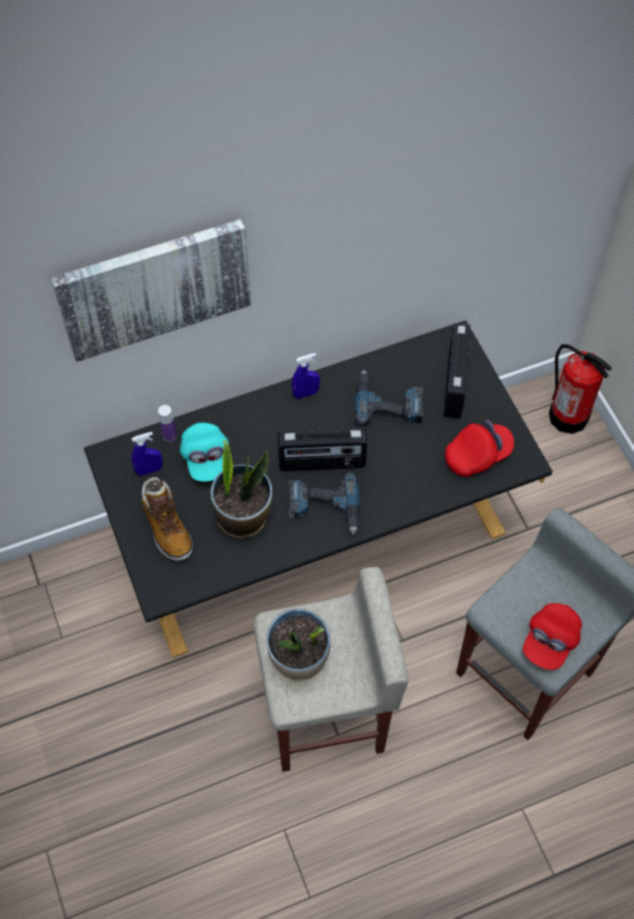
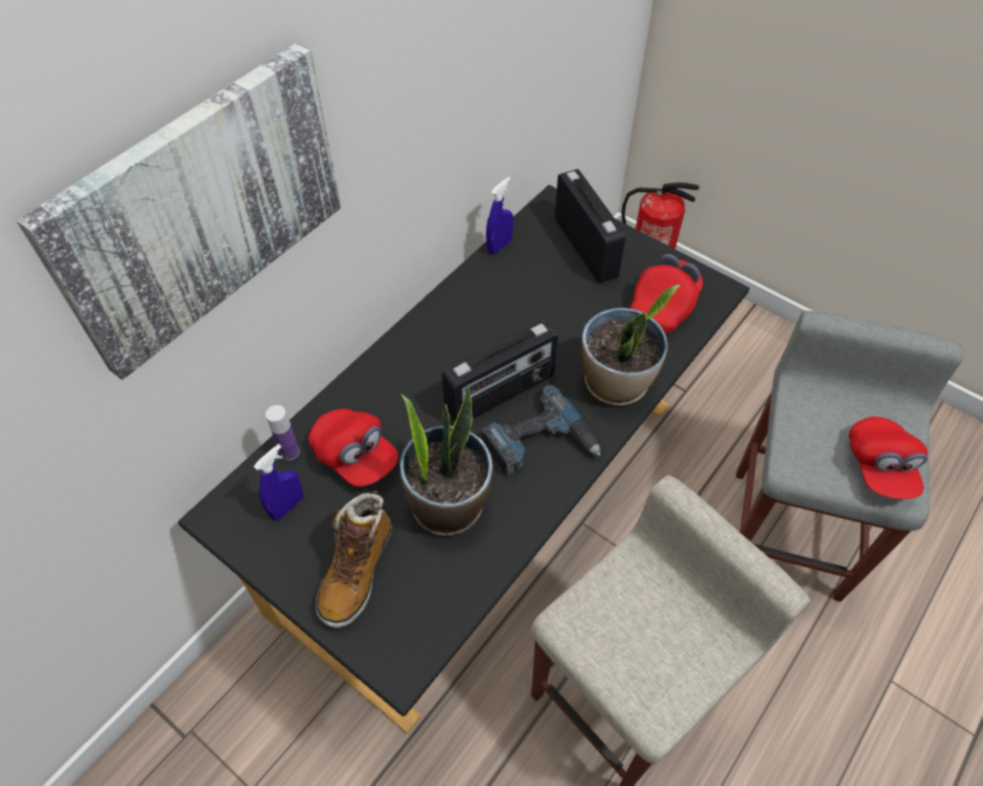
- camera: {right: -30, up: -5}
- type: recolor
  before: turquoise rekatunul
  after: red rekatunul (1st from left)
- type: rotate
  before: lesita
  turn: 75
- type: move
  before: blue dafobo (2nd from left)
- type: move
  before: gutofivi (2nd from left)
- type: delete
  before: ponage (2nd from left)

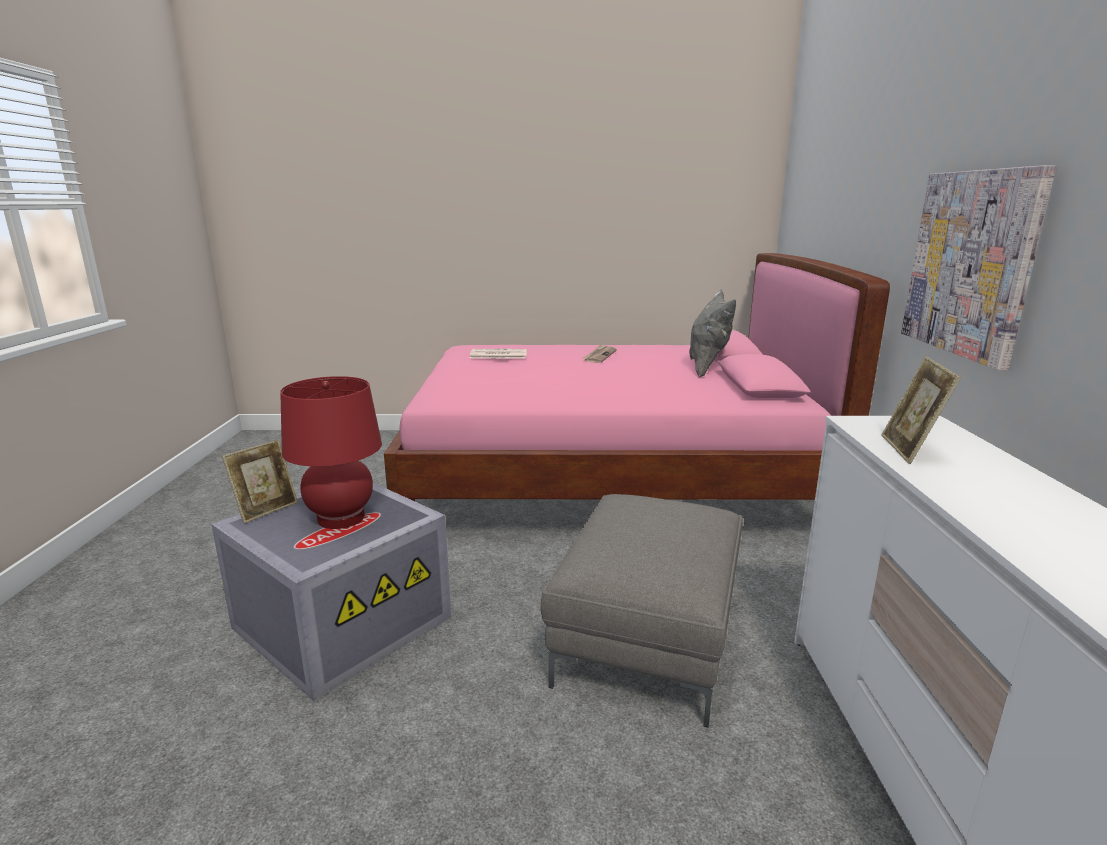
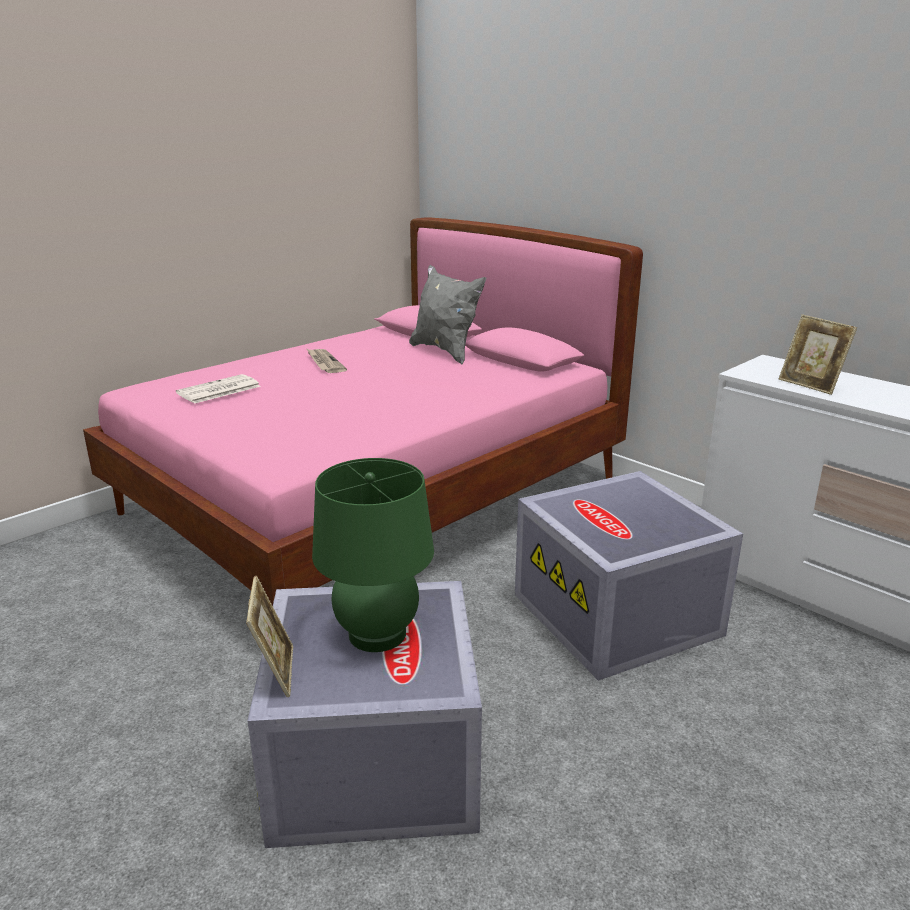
- camera: {right: -45, up: 5}
- type: recolor
  before: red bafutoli
  after: green bafutoli
- type: replace
  before: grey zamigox
  after: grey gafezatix (2nd from left)
- type: delete
  before: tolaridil

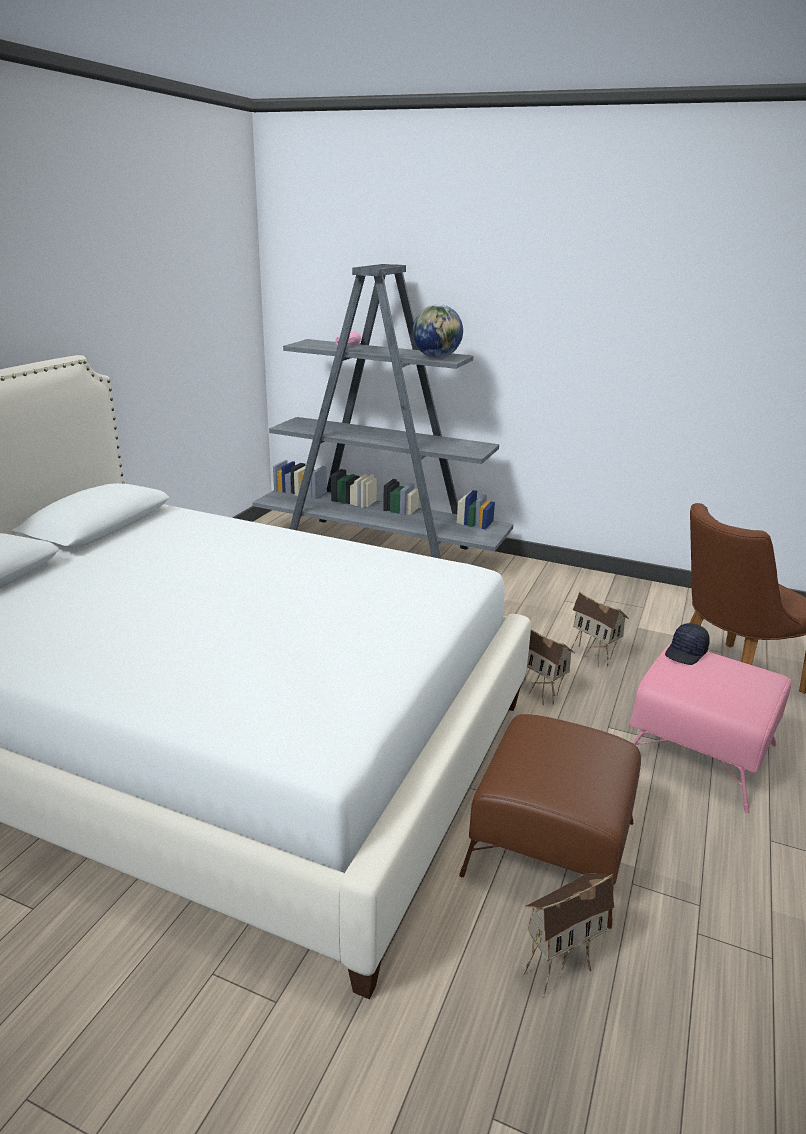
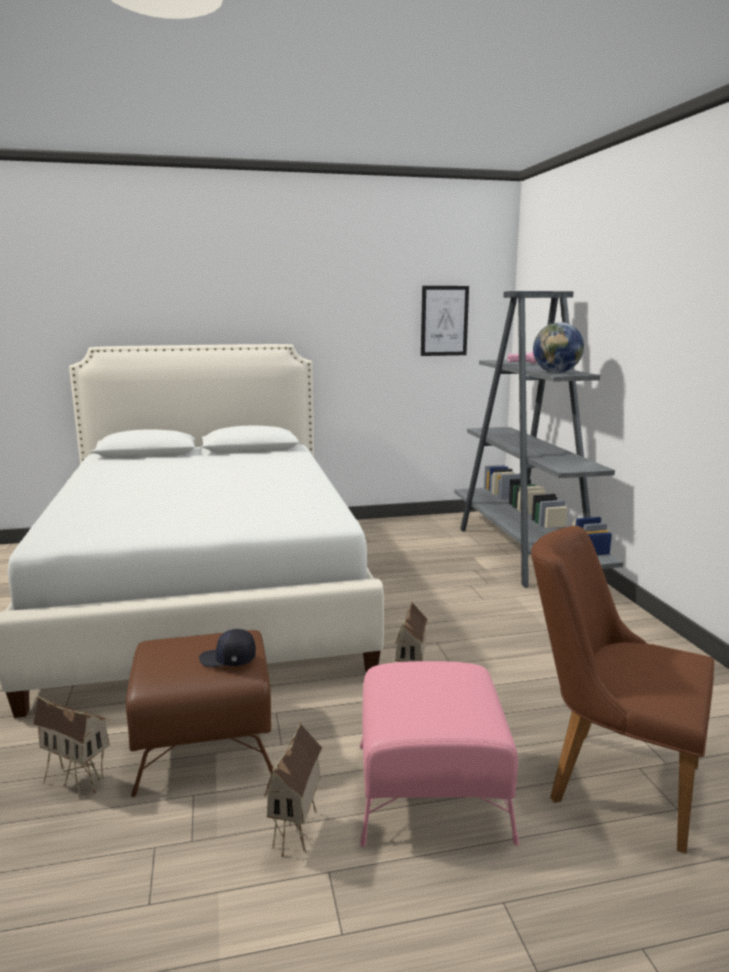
- camera: {right: 55, up: -10}
- type: move
  before: black rekatunul
- type: move
  before: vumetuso (3rd from left in the first image)
  after: vumetuso (2nd from left)
- type: insert
  after: tolaridil

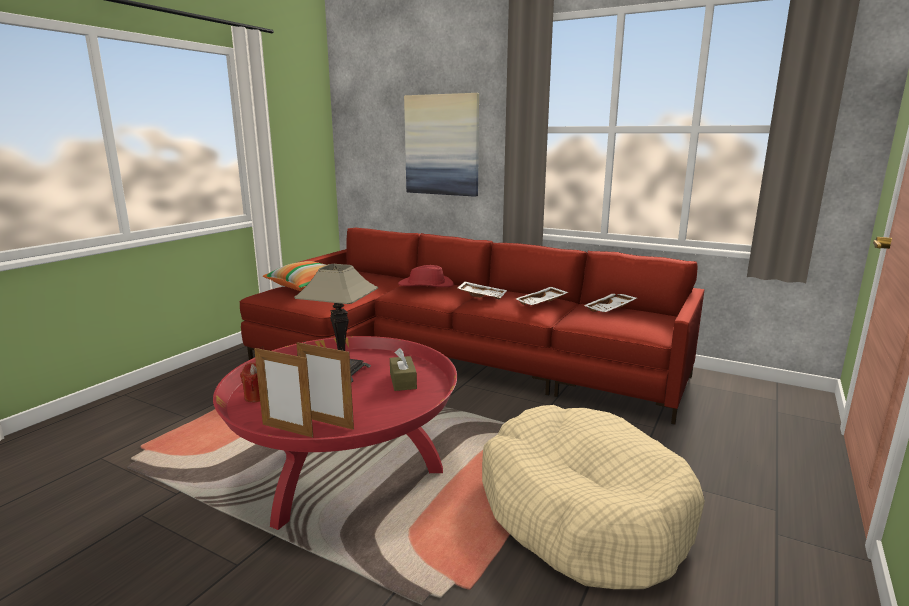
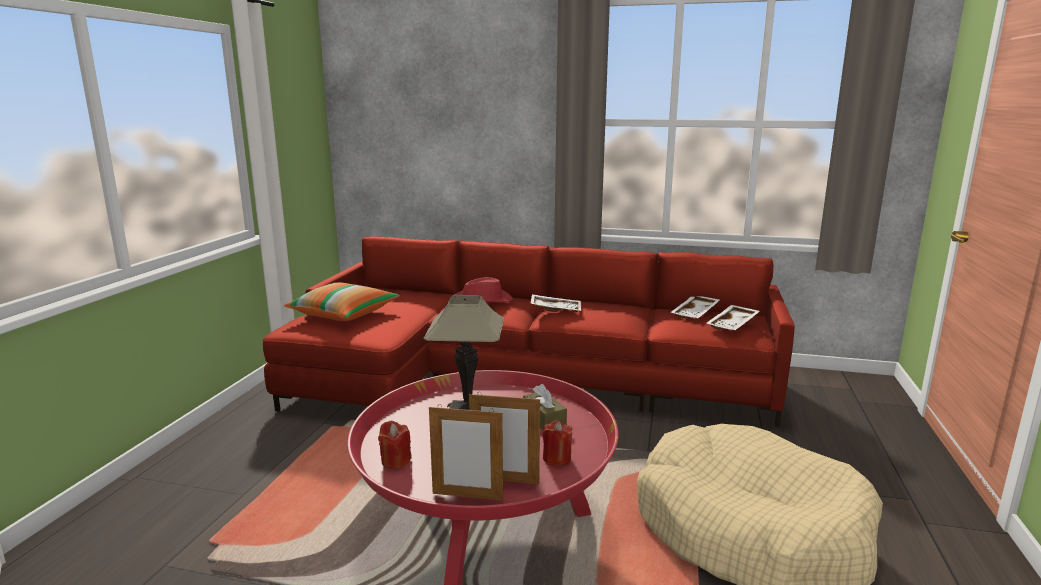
- camera: {right: -15, up: 0}
- type: insert
  after: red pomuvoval (2nd from left)
- type: move
  before: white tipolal (2nd from left in the first image)
  after: white tipolal (3rd from left)
- type: delete
  before: tolaridil

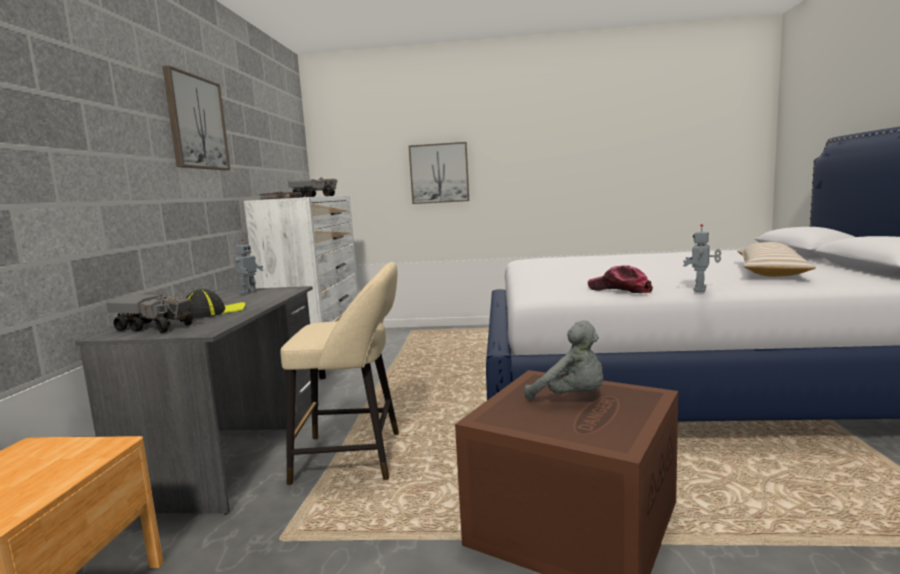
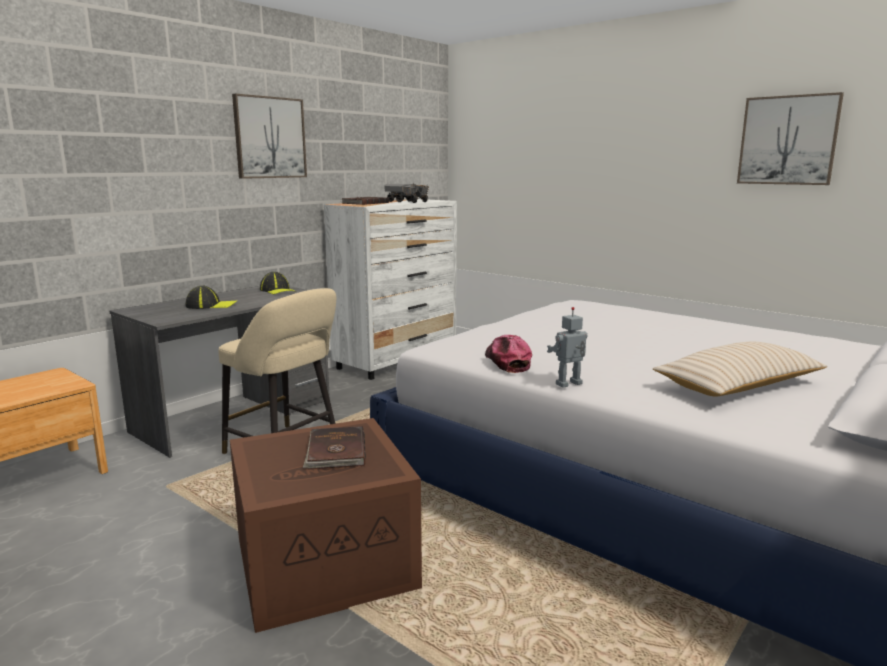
- camera: {right: 35, up: 5}
- type: replace
  before: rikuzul (1st from left)
  after: rekatunul (2nd from left)
- type: replace
  before: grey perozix
  after: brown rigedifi (1st from left)
- type: move
  before: tolaridil (2nd from left)
- type: delete
  before: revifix (1st from left)

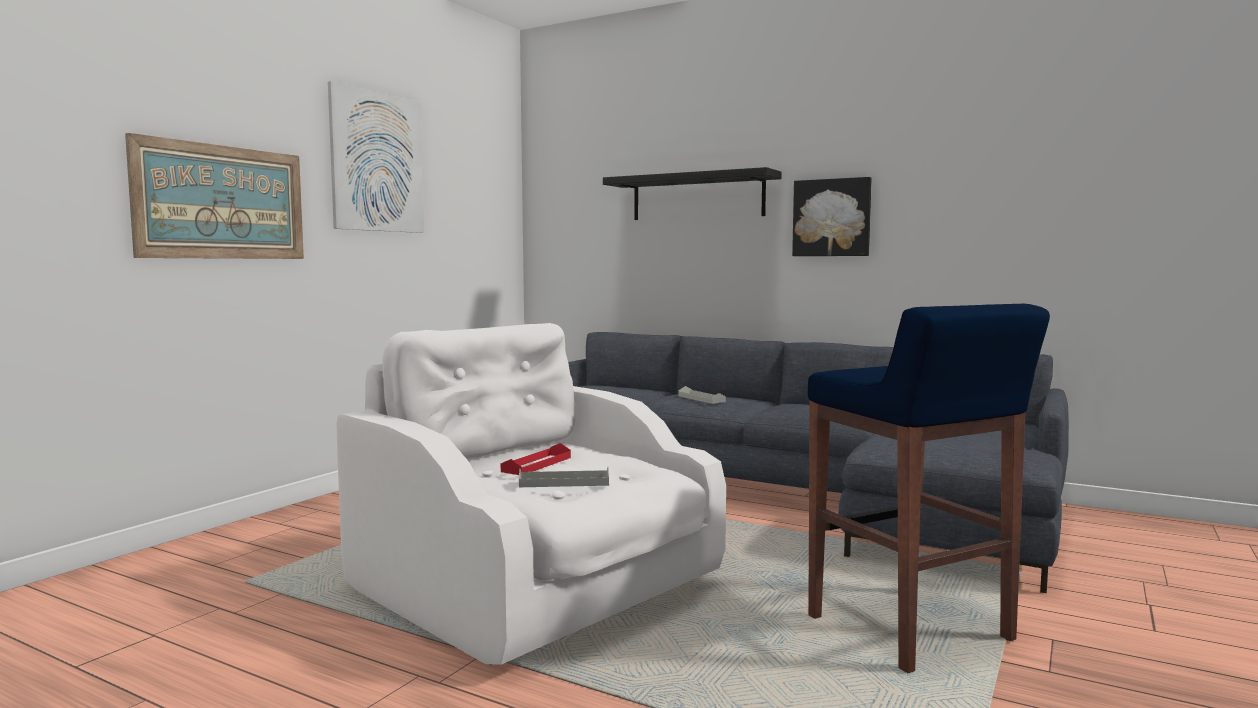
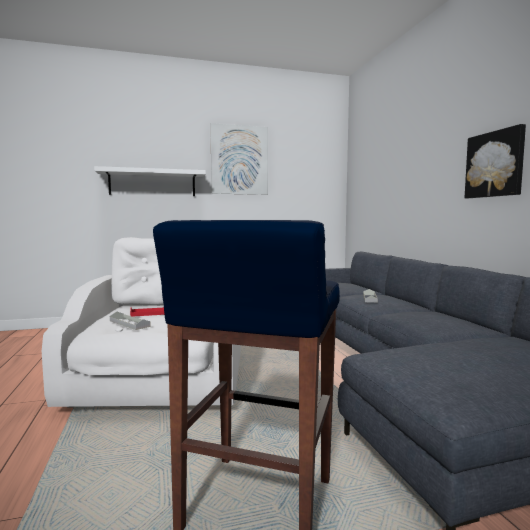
- camera: {right: 45, up: 0}
- type: replace
  before: tolaridil (1st from left)
  after: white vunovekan
- type: delete
  before: black vunovekan

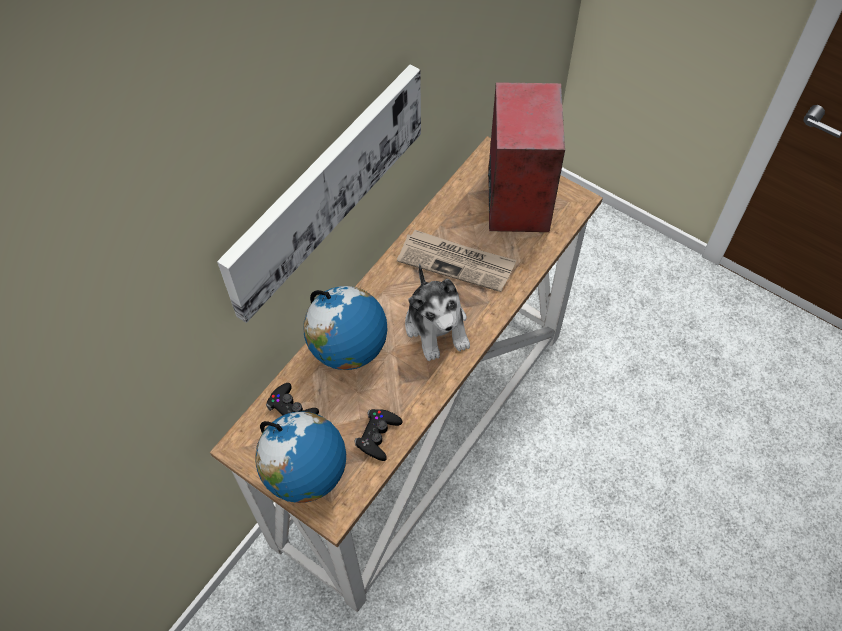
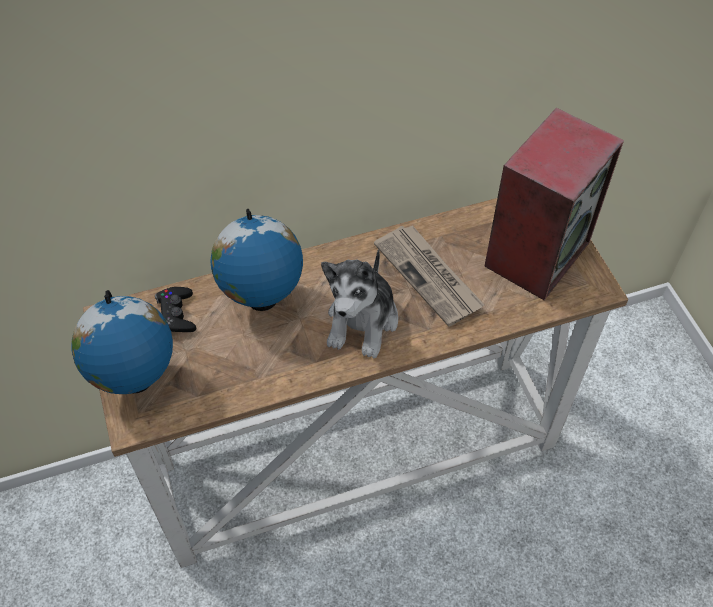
- camera: {right: 35, up: -5}
- type: delete
  before: tolaridil
- type: delete
  before: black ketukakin (2nd from left)

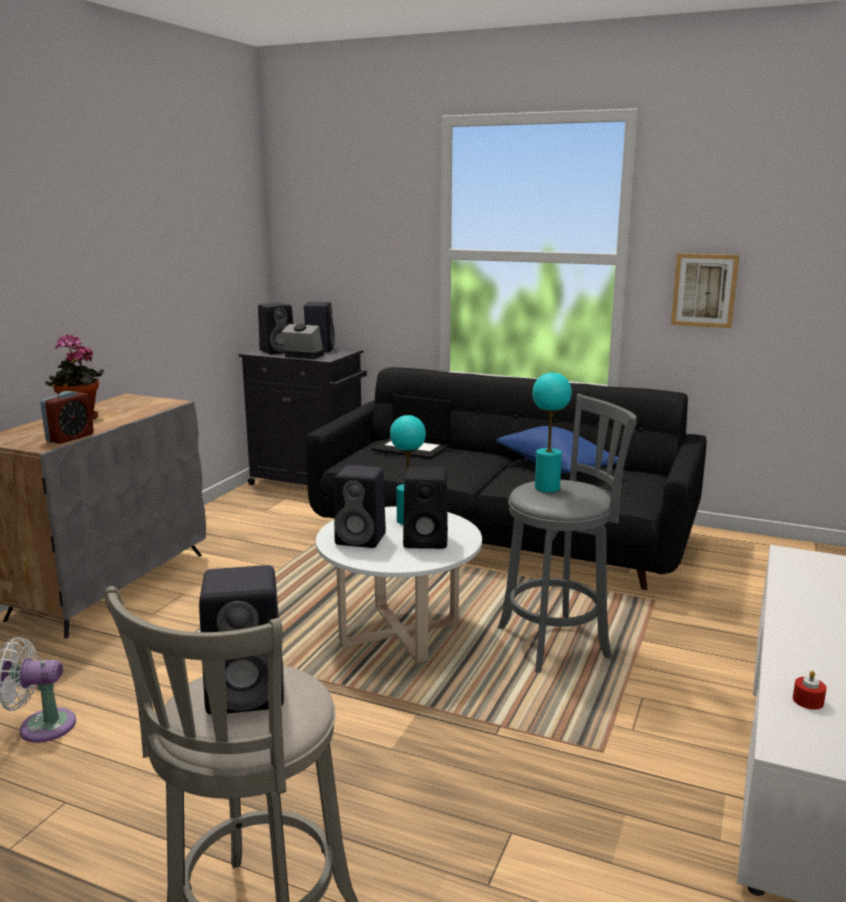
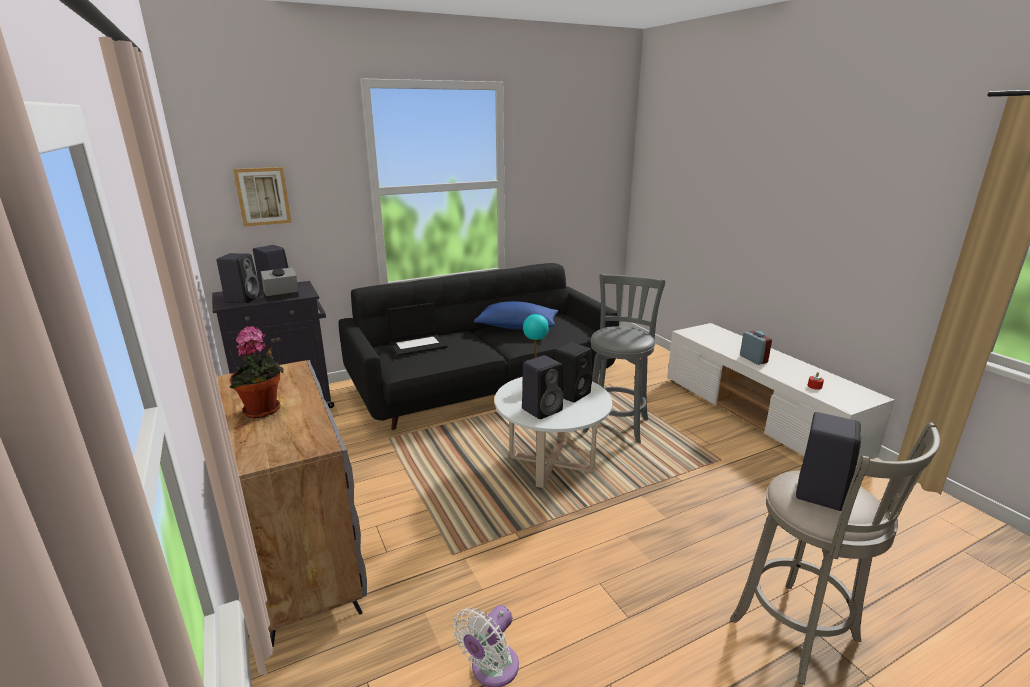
- camera: {right: -50, up: 5}
- type: move
  before: tolaridil
- type: move
  before: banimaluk (1st from left in the first image)
  after: banimaluk (2nd from left)
- type: delete
  before: turquoise bafutoli (2nd from left)

